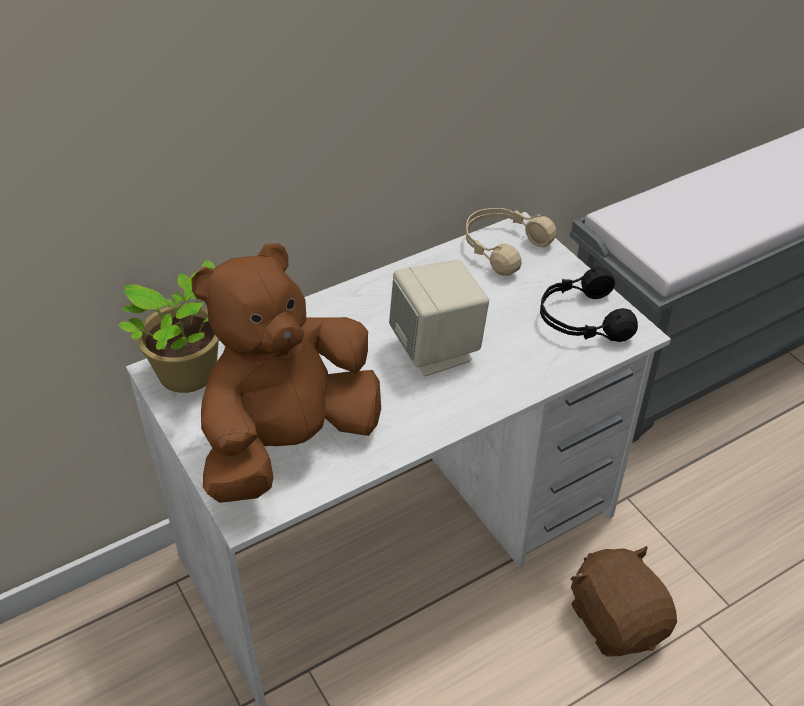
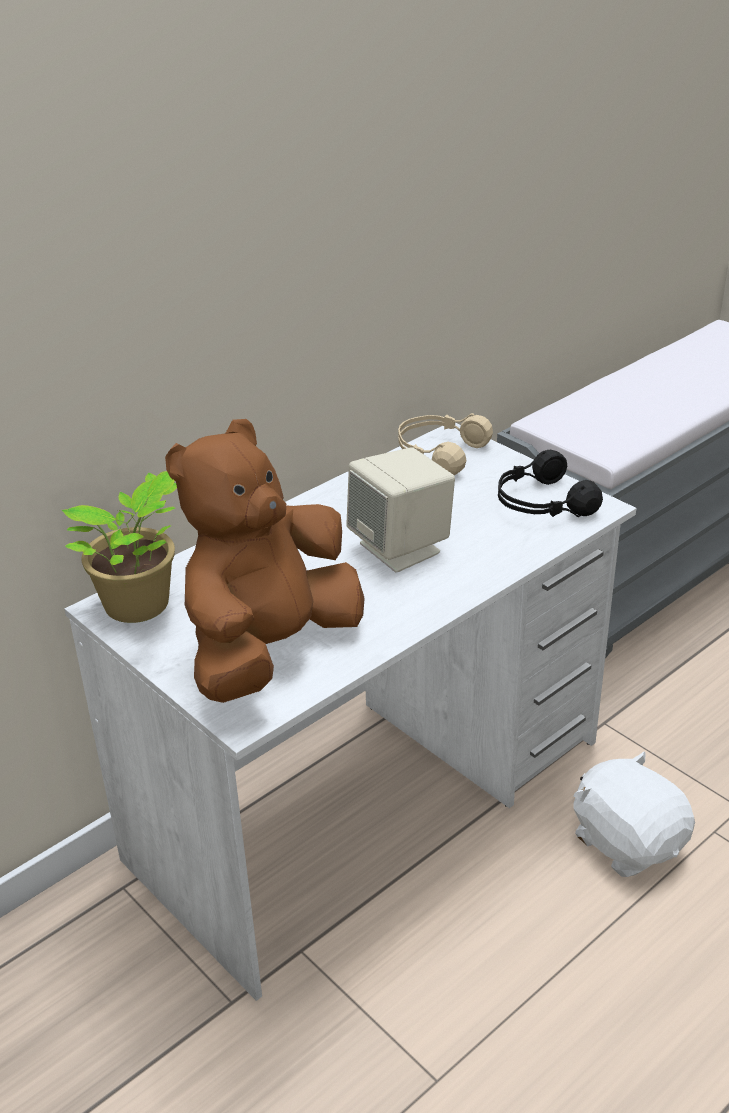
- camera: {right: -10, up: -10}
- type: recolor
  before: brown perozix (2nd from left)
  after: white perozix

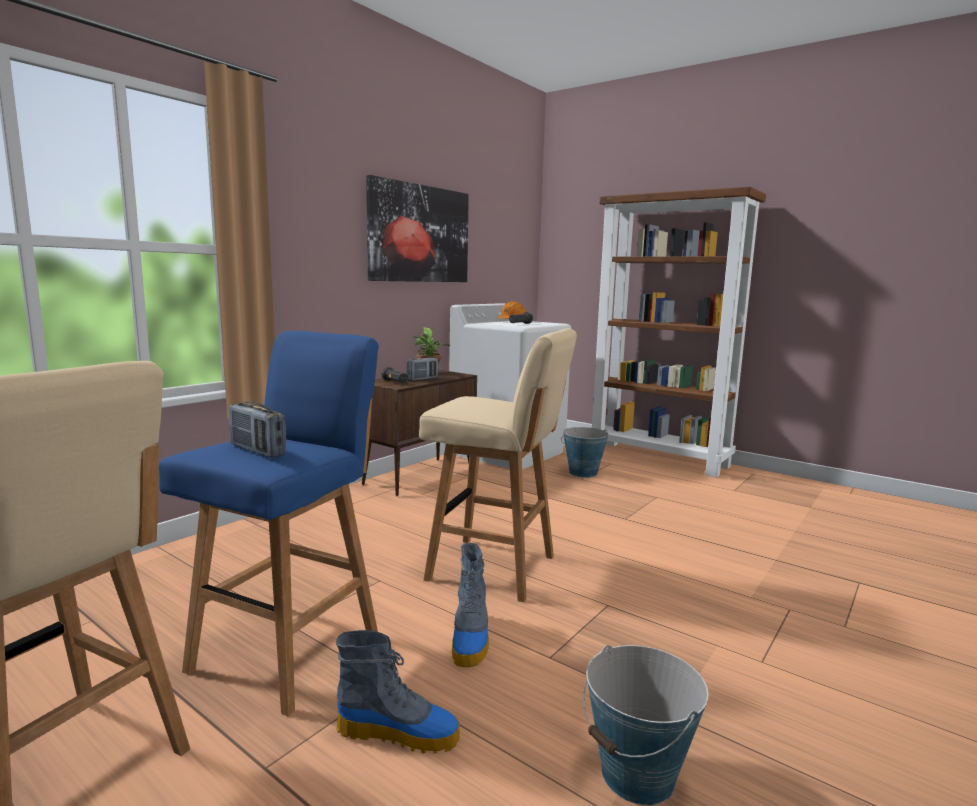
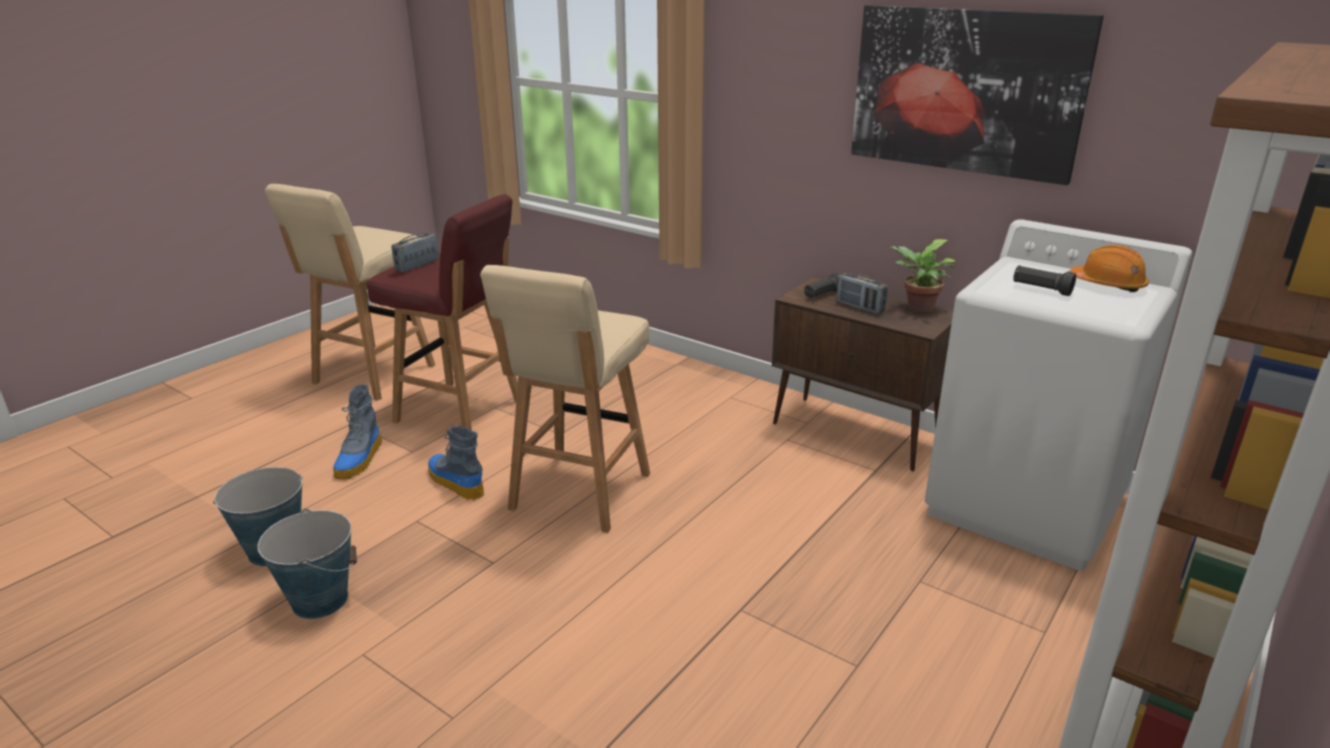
- camera: {right: 90, up: 15}
- type: move
  before: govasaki (1st from left in the first image)
  after: govasaki (2nd from left)
- type: recolor
  before: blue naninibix
  after: red naninibix
- type: rotate
  before: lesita (2nd from left)
  turn: 45

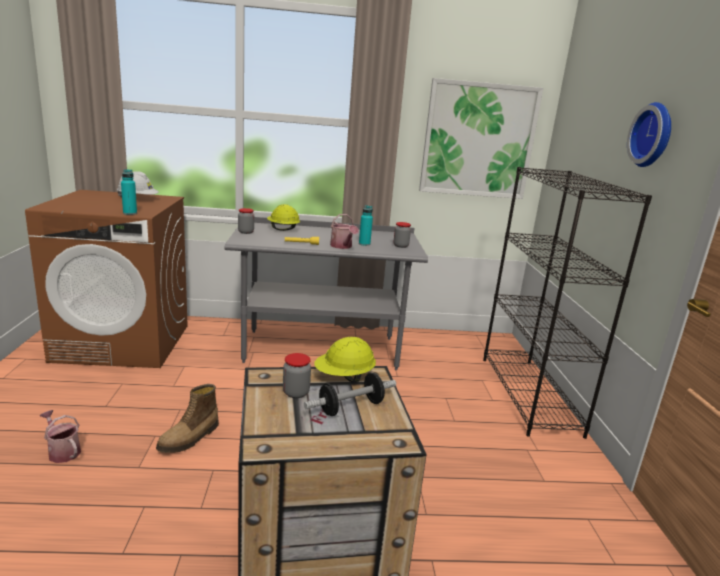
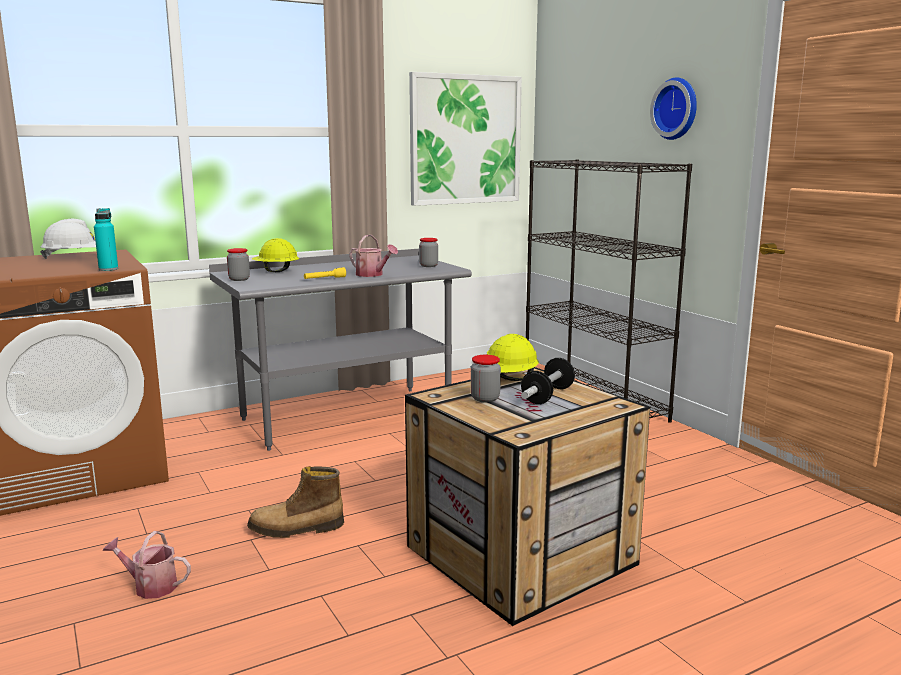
- camera: {right: -25, up: -5}
- type: rotate
  before: lesita
  turn: 75
- type: delete
  before: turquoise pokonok (2nd from left)

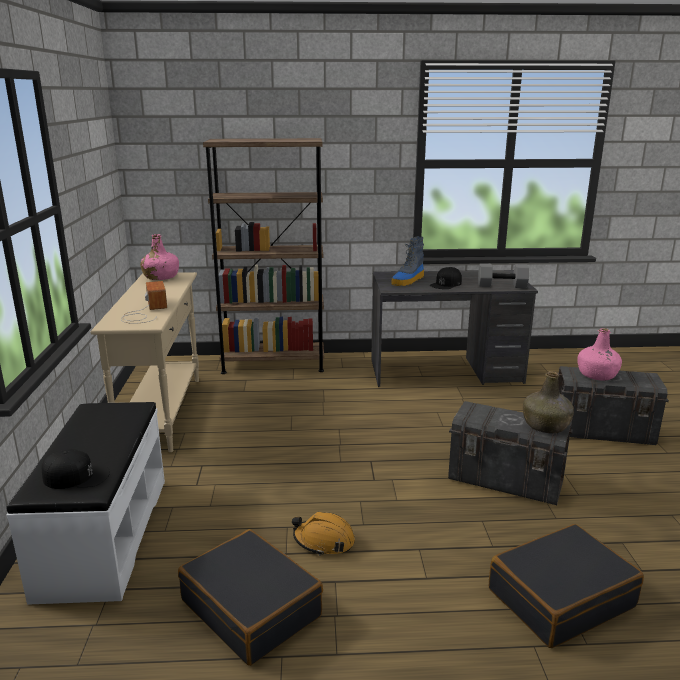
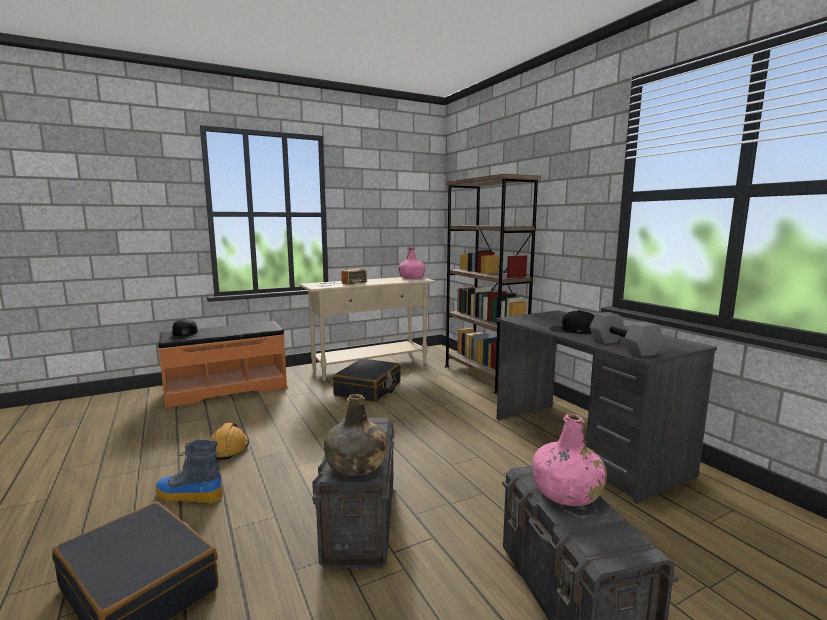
- camera: {right: 65, up: -10}
- type: move
  before: lesita
- type: recolor
  before: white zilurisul
  after: orange zilurisul
- type: move
  before: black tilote (1st from left in the first image)
  after: black tilote (2nd from left)

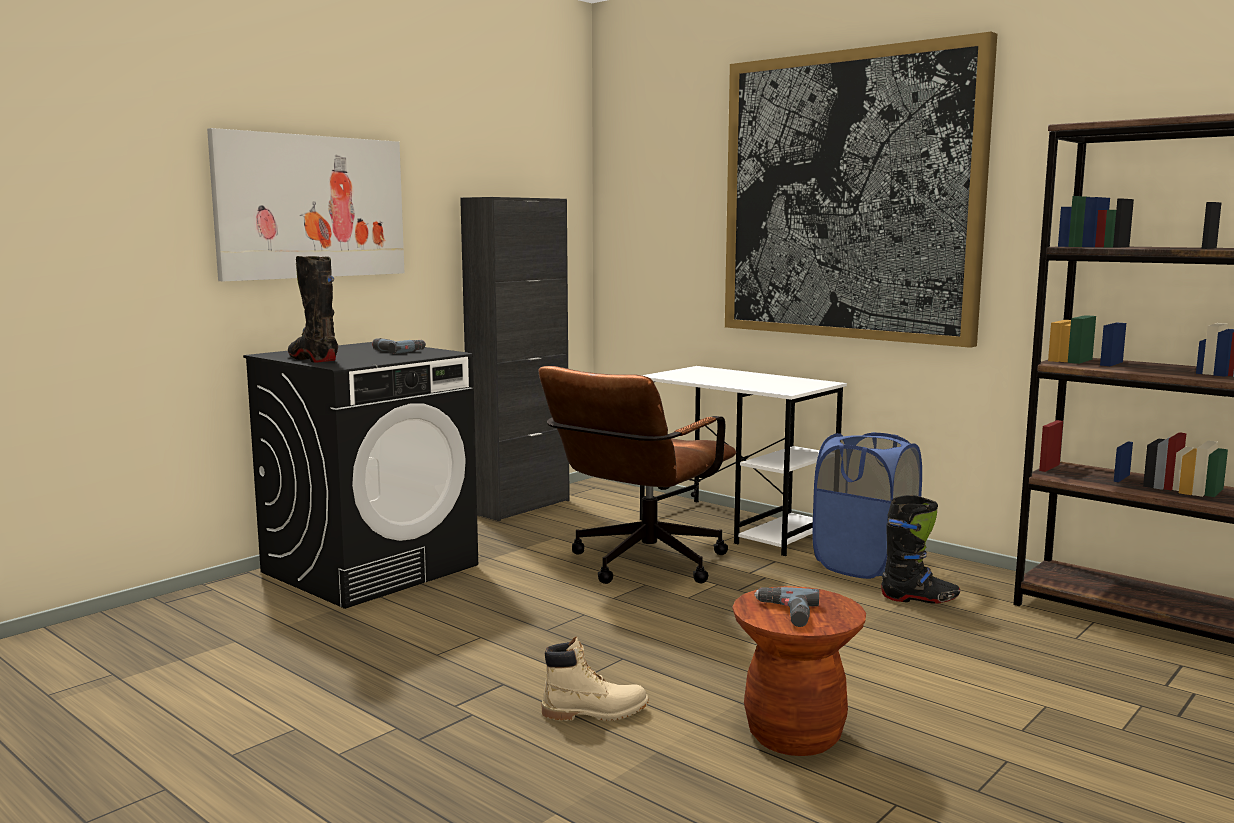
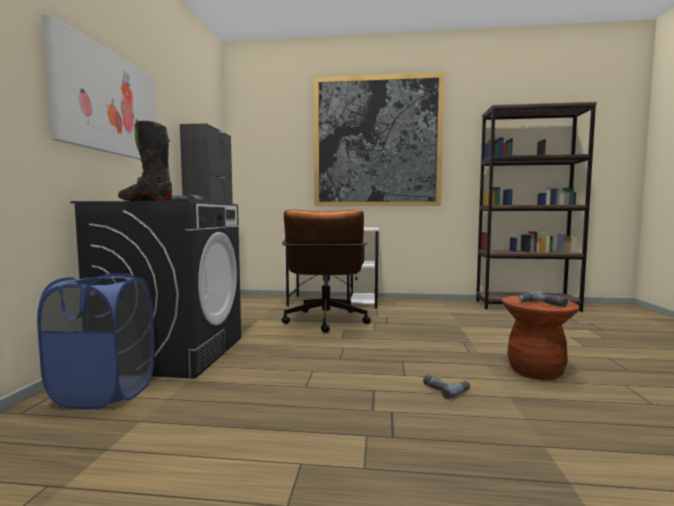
- camera: {right: -35, up: -5}
- type: move
  before: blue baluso
- type: replace
  before: beige lesita
  after: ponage (2nd from left)
- type: delete
  before: black lesita (2nd from left)

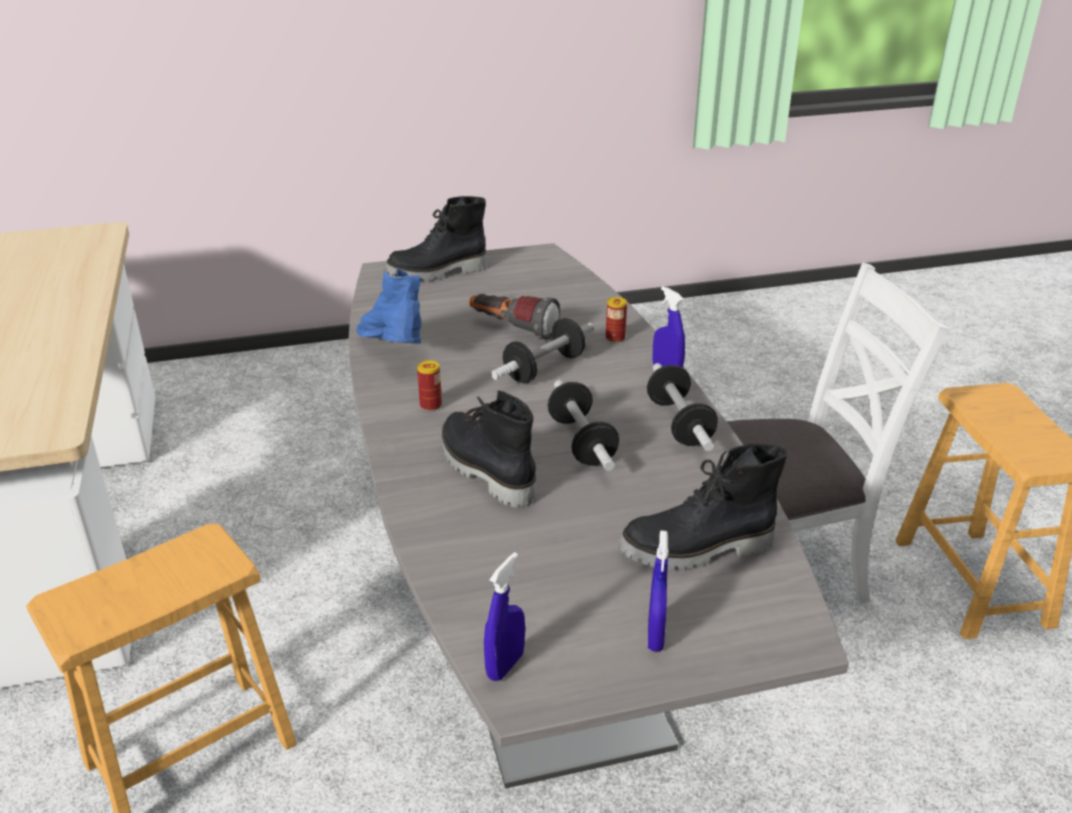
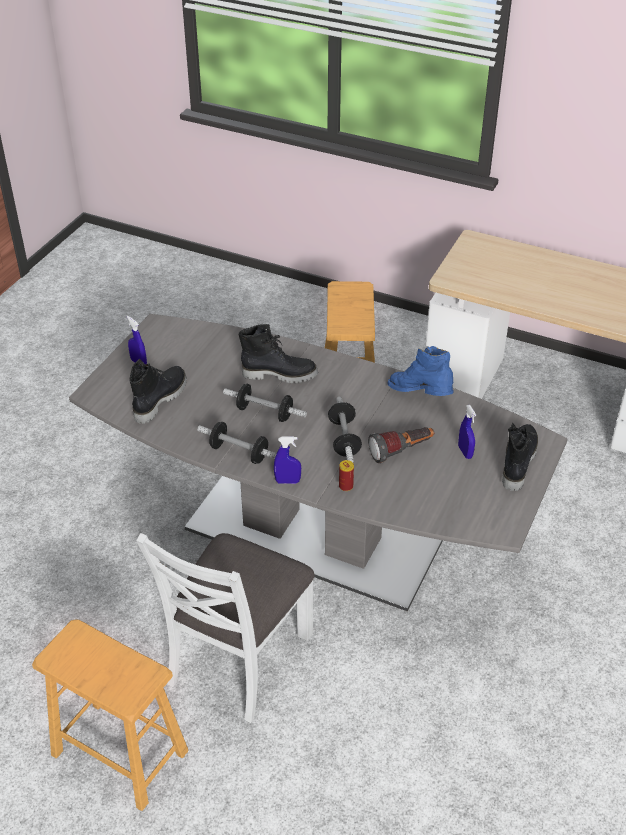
- camera: {right: 130, up: 10}
- type: rotate
  before: blue lesita
  turn: -150
- type: move
  before: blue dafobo (1st from left in the first image)
  after: blue dafobo (3rd from left)
- type: delete
  before: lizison (1st from left)

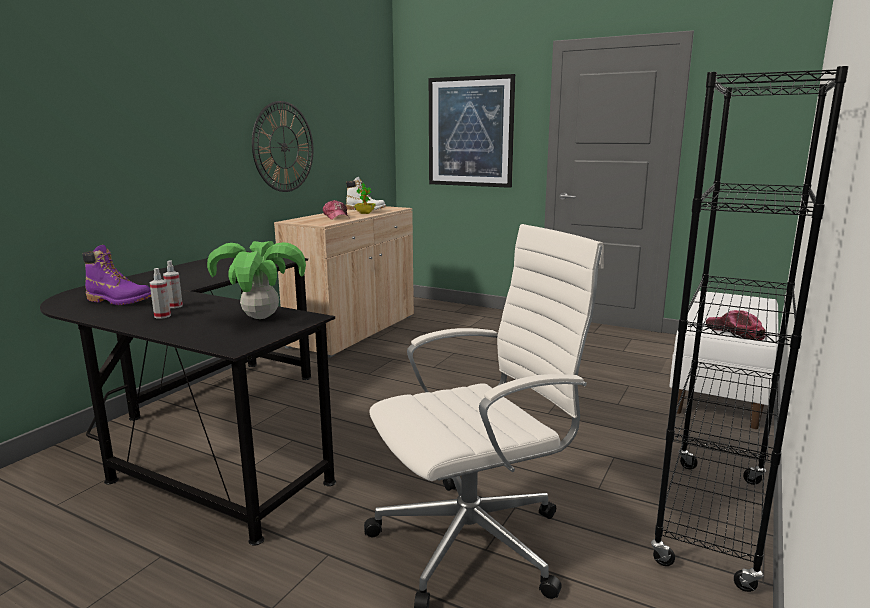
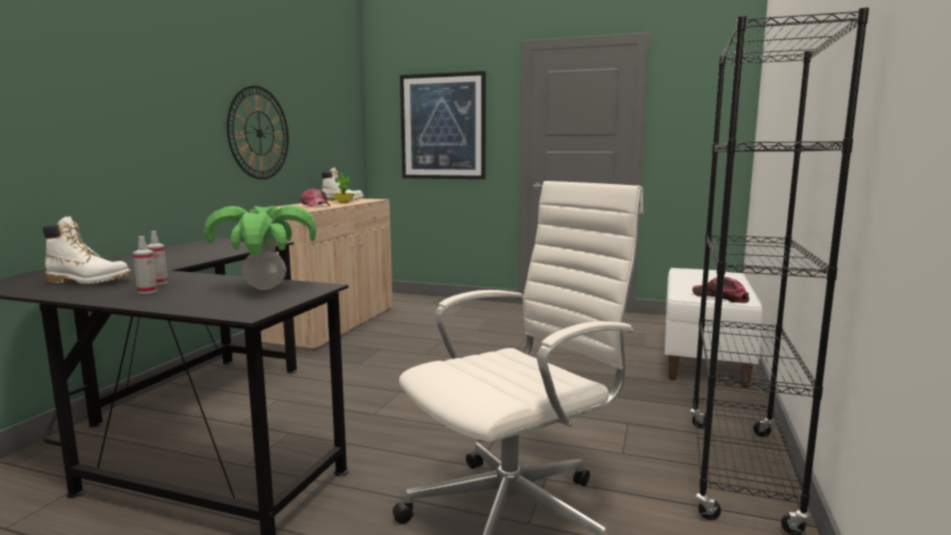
- camera: {right: -10, up: -5}
- type: recolor
  before: purple lesita
  after: white lesita (1st from left)

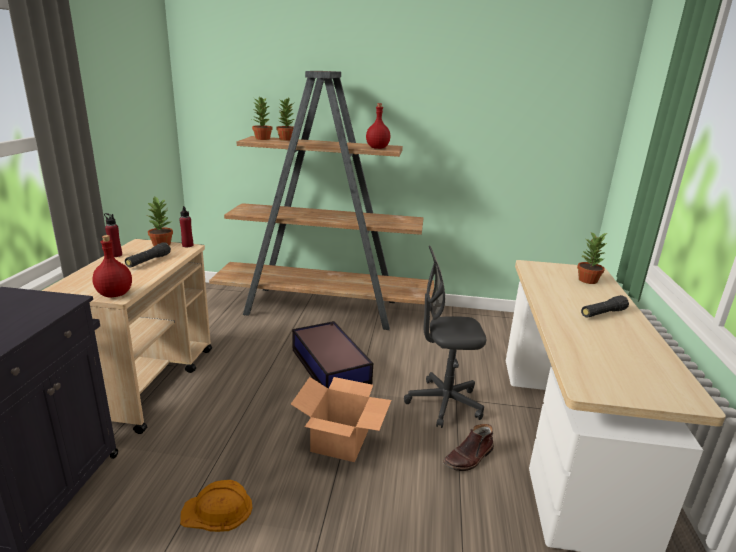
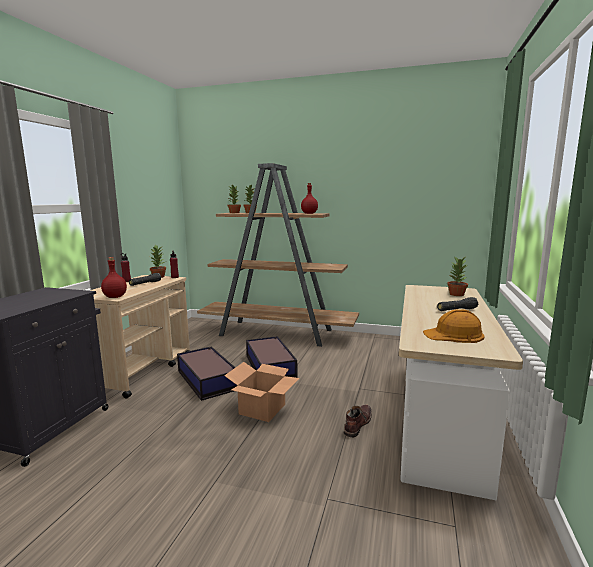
- camera: {right: 10, up: -10}
- type: insert
  after: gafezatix (1st from left)
- type: rotate
  before: brown lesita
  turn: 150
- type: move
  before: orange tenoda
- type: delete
  before: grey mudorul

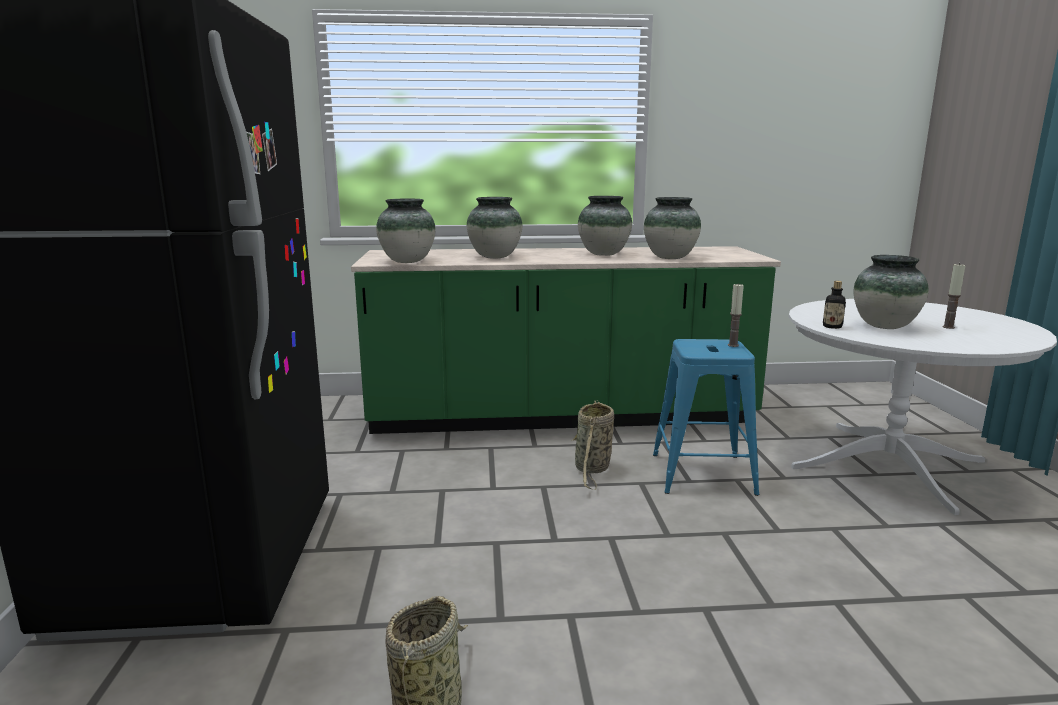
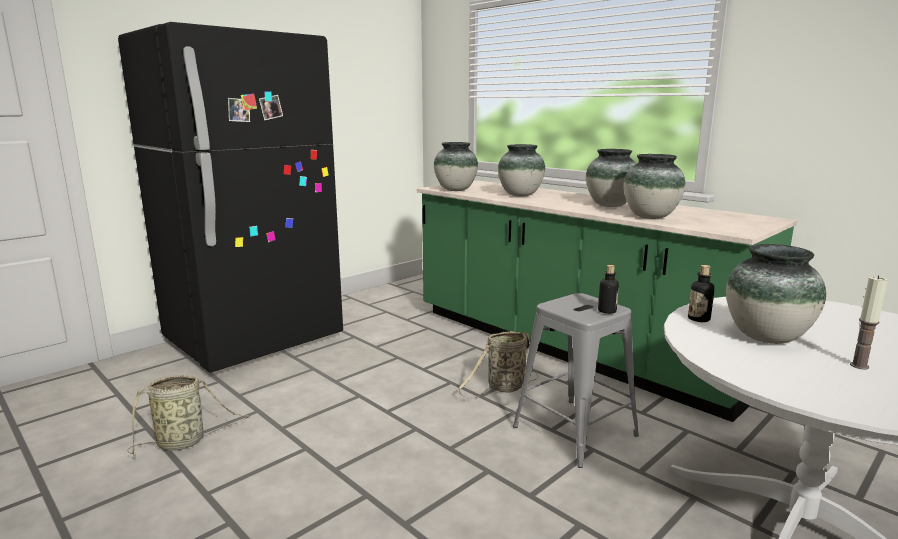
- camera: {right: 50, up: 0}
- type: recolor
  before: blue naninibix
  after: grey naninibix
- type: replace
  before: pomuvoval (1st from left)
  after: pokonok (1st from left)

